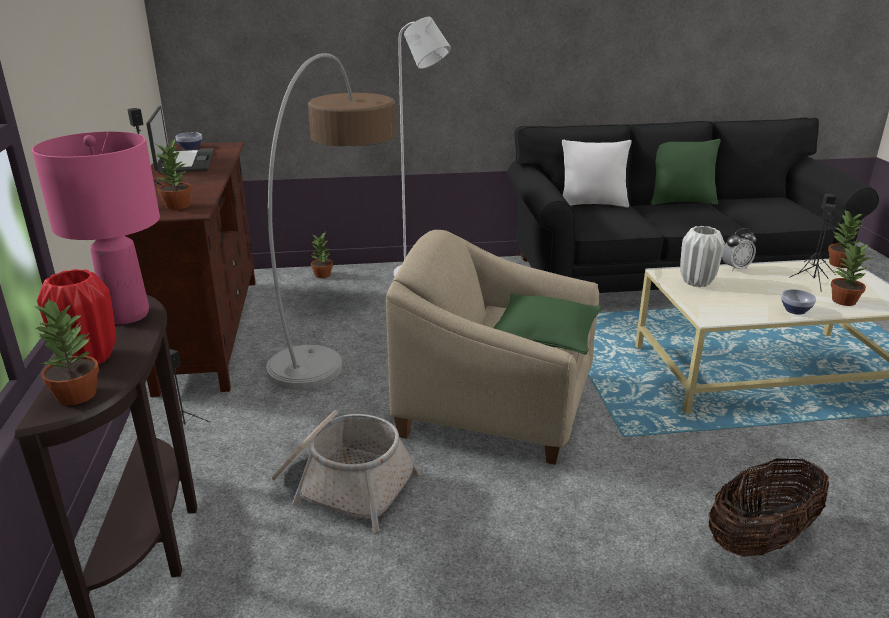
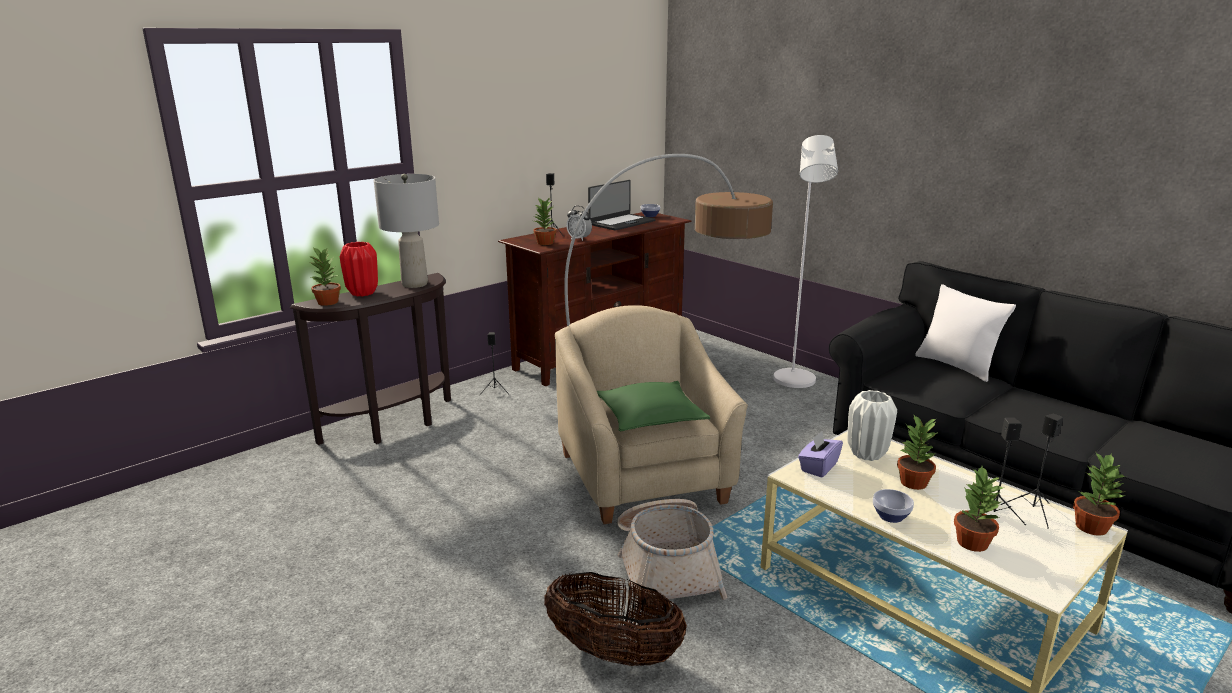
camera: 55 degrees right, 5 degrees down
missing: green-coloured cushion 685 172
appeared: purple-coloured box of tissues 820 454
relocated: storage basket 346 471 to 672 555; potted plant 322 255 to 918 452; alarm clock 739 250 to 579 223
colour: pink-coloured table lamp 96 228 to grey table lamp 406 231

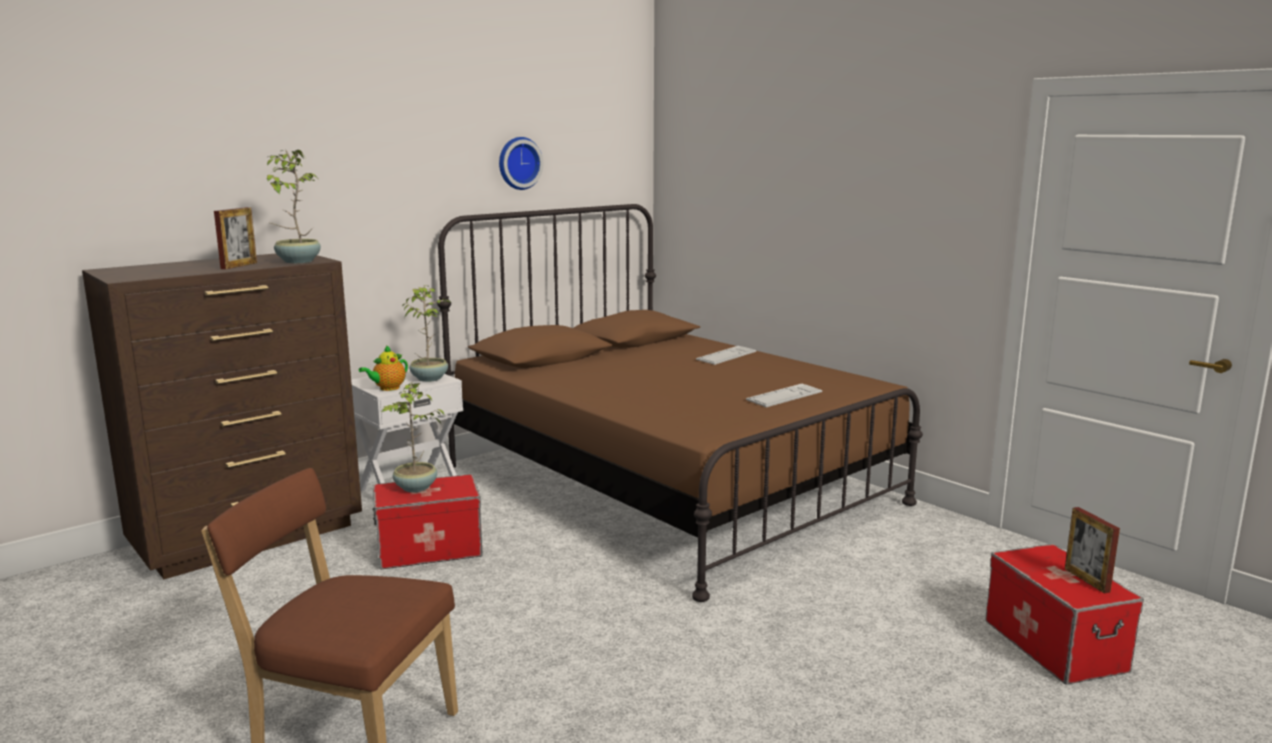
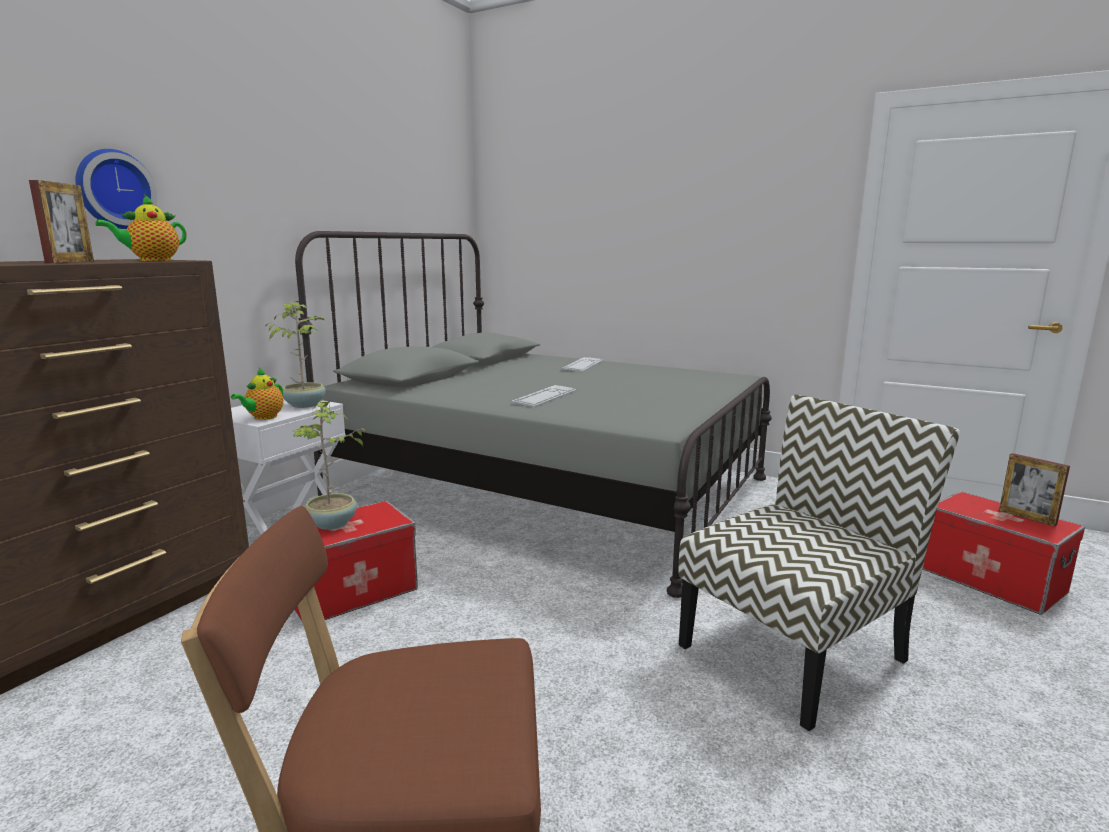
camera: 20 degrees left, 0 degrees up
appeared: upright chair 819 562
relocated: hanging clock 521 163 to 116 189; PC keyboard 784 395 to 544 396
exchanged: potted plant 294 206 to tea pot 140 228
colour: brownish bed 680 403 to grey bed 533 414

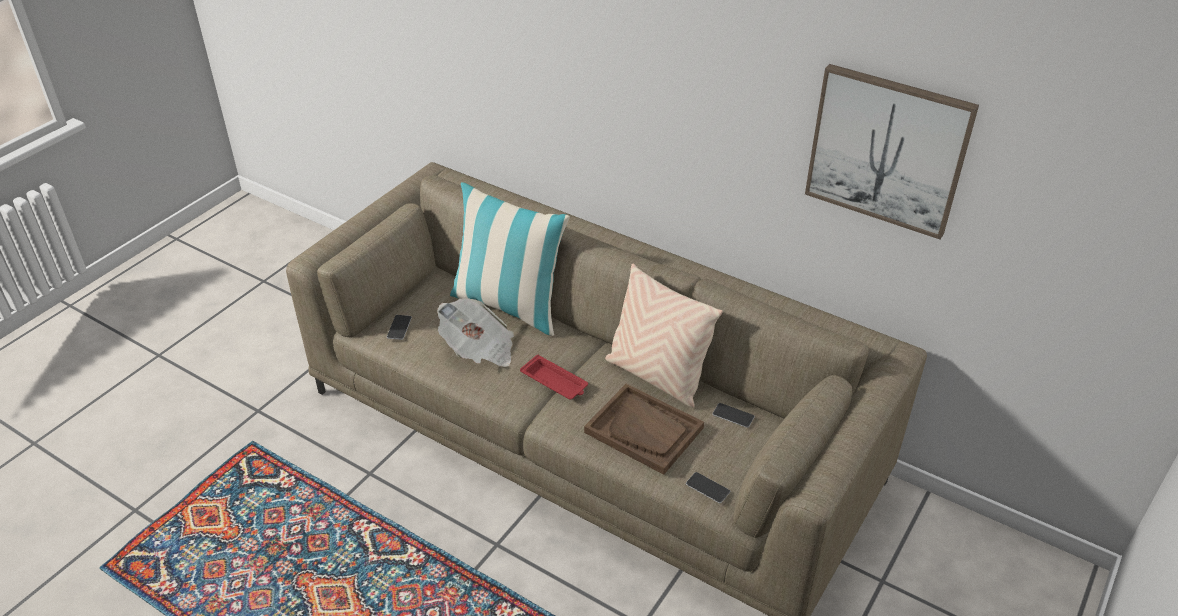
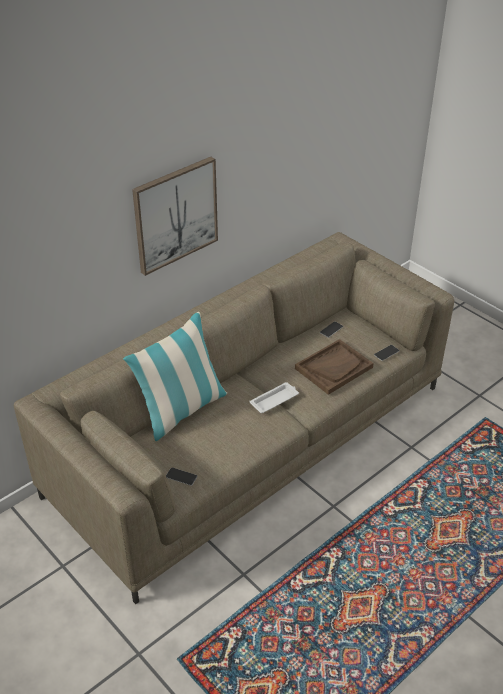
camera: 75 degrees left, 0 degrees up
missing: newspaper 475 332; beige cushion 664 336
relocated: picture 892 151 to 175 216
colour: red carrying tray 554 377 to white-coloured carrying tray 274 397

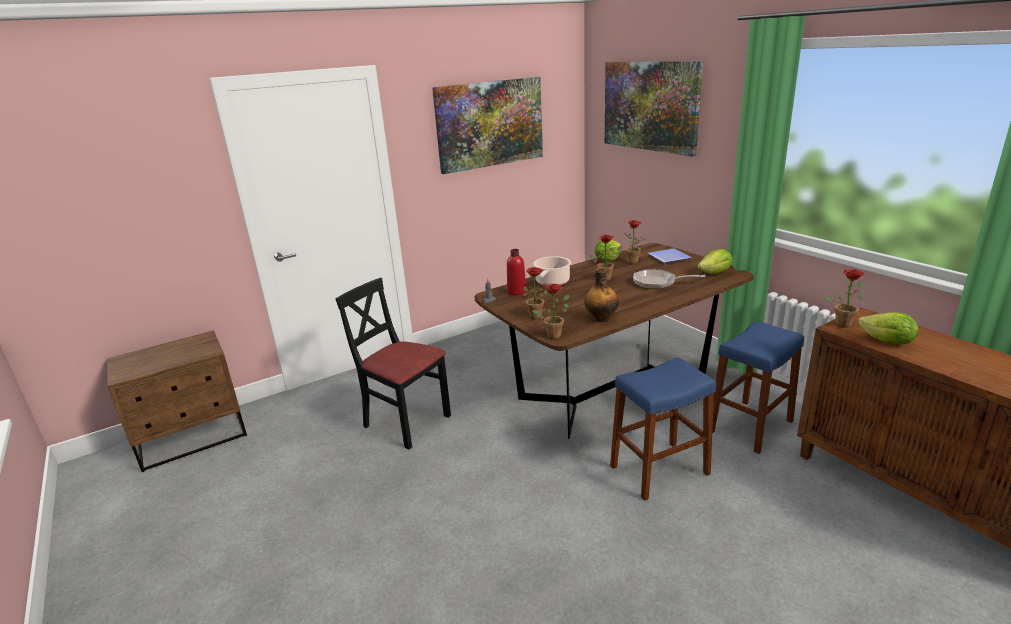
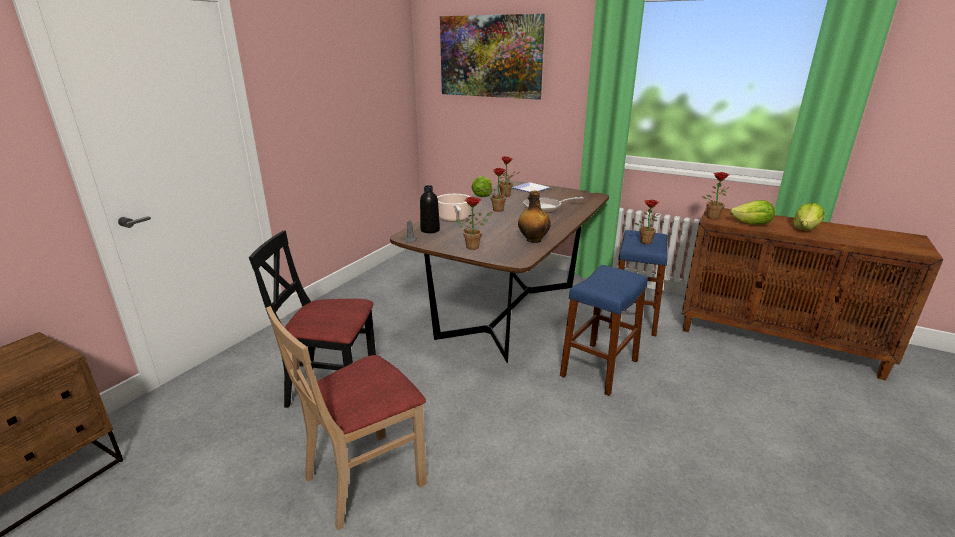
camera: 30 degrees left, 0 degrees up
missing: picture 487 125
appeared: beige upright chair 346 418
relocated: potted plant 550 311 to 647 222; head of lettuce 714 261 to 808 216
colour: red bottle 516 272 to black-coloured bottle 430 209

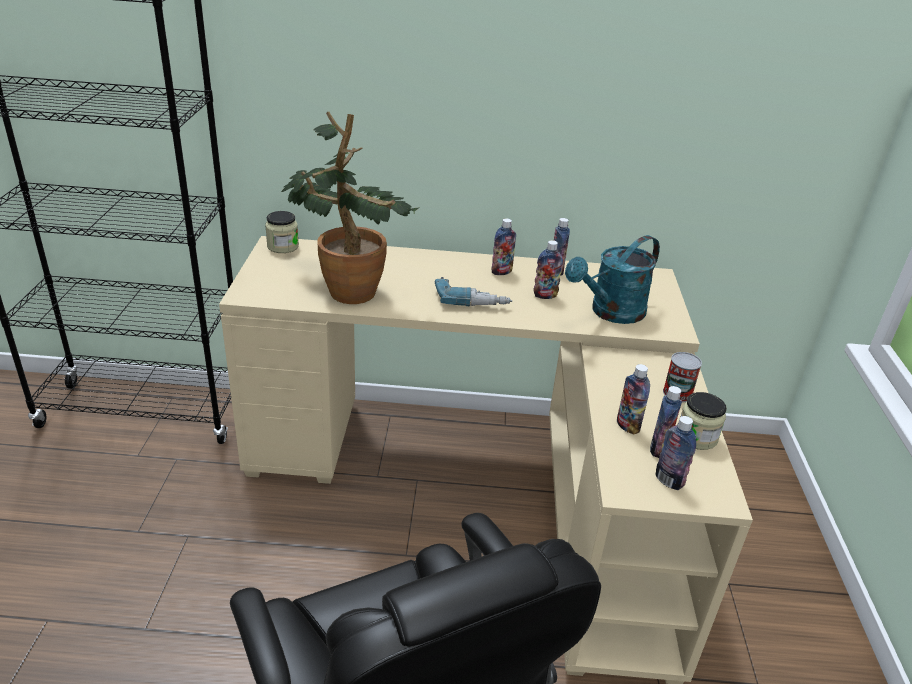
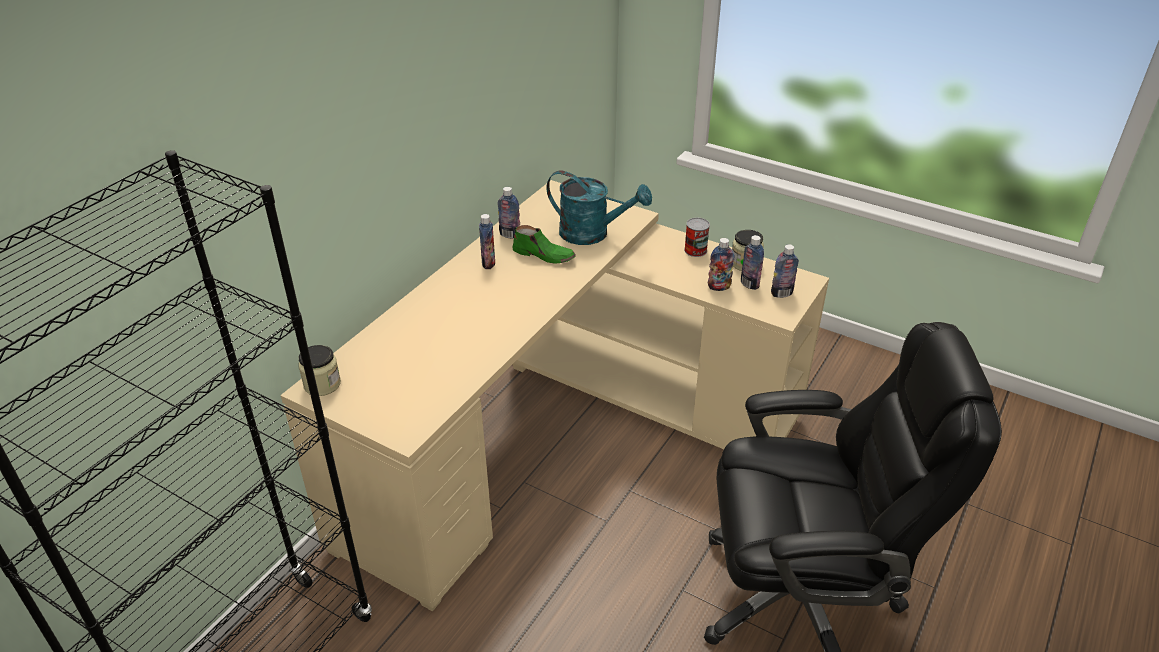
camera: 60 degrees left, 5 degrees up
missing: potted plant 350 208; electric drill 473 291
exchanged: bottle 548 269 to green-coloured low shoe 544 244
spun: turquoise watering can 612 279 = 599 208 60 degrees counterclockwise

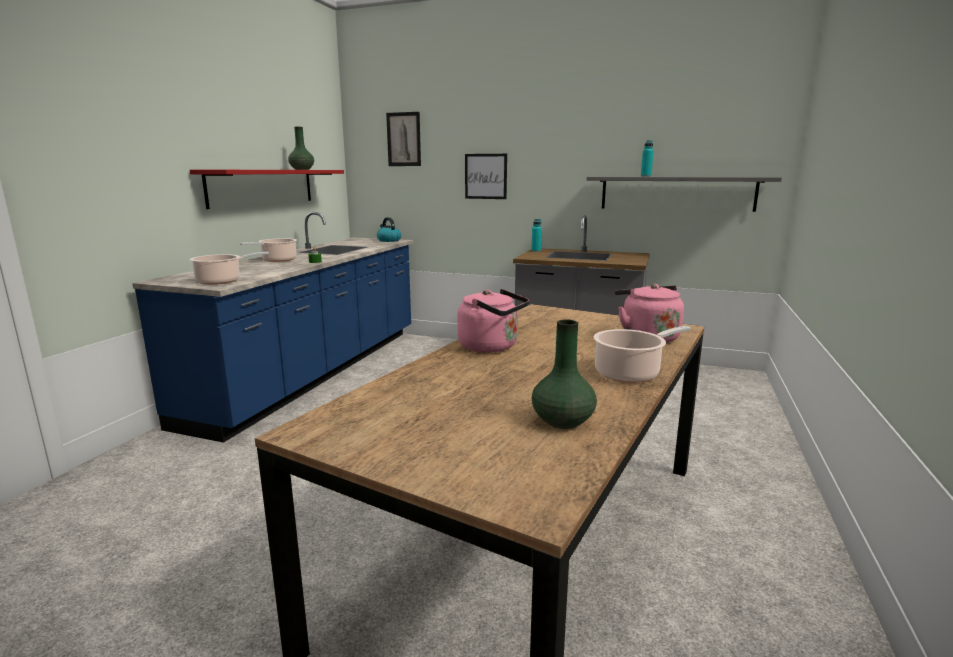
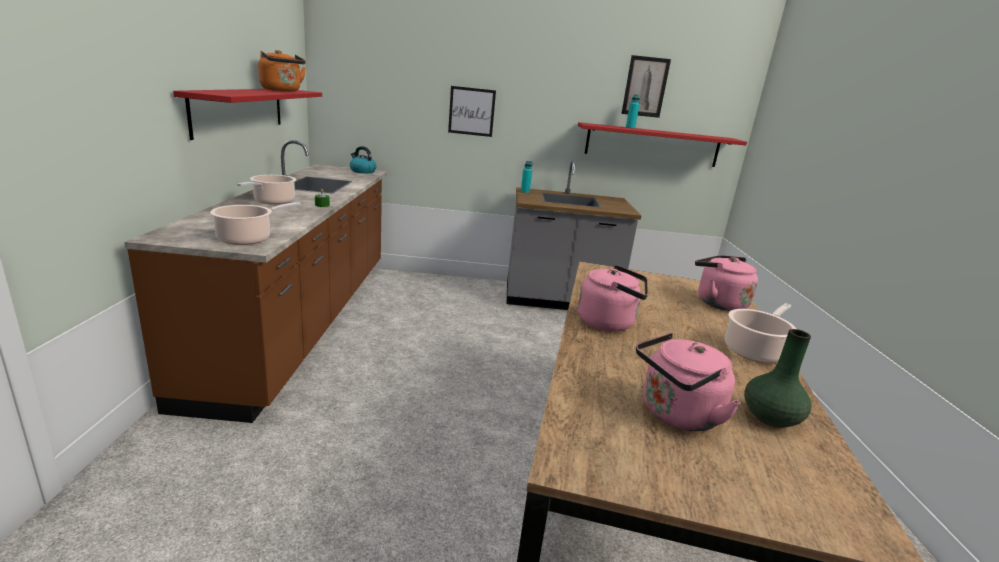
camera: 20 degrees left, 5 degrees up
appeared: pink-coloured kettle 688 382
relocated: picture 403 139 to 646 86
exchanged: green-coloured decorative vase 301 148 to orange-coloured kettle 282 71
colour: blue-coloured kitchen counter 272 327 to brownish kitchen counter 256 281; grey shelf 684 194 to red shelf 662 144

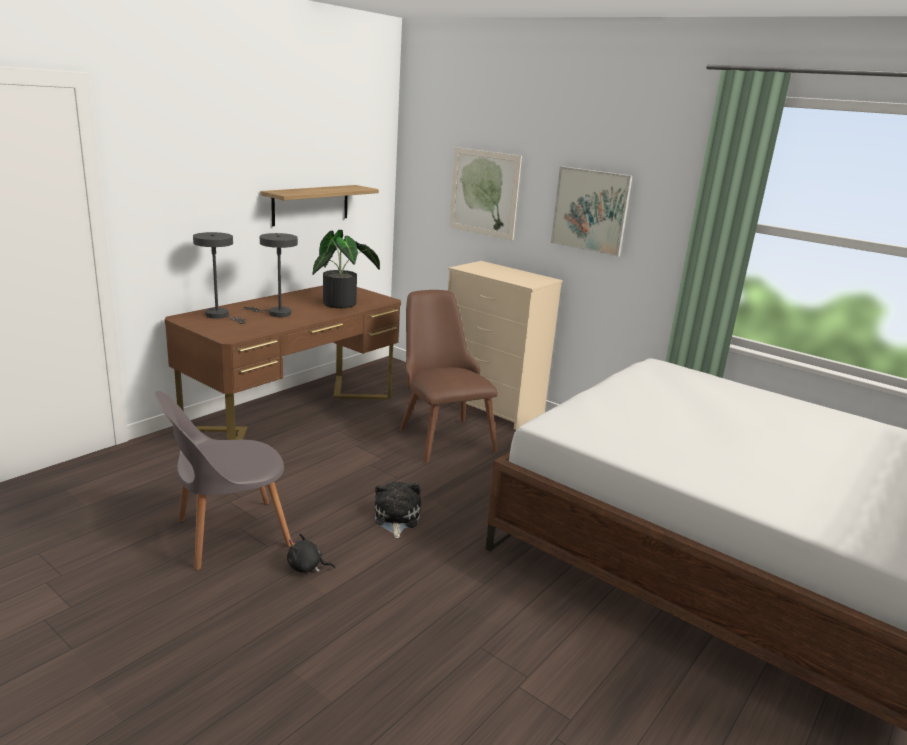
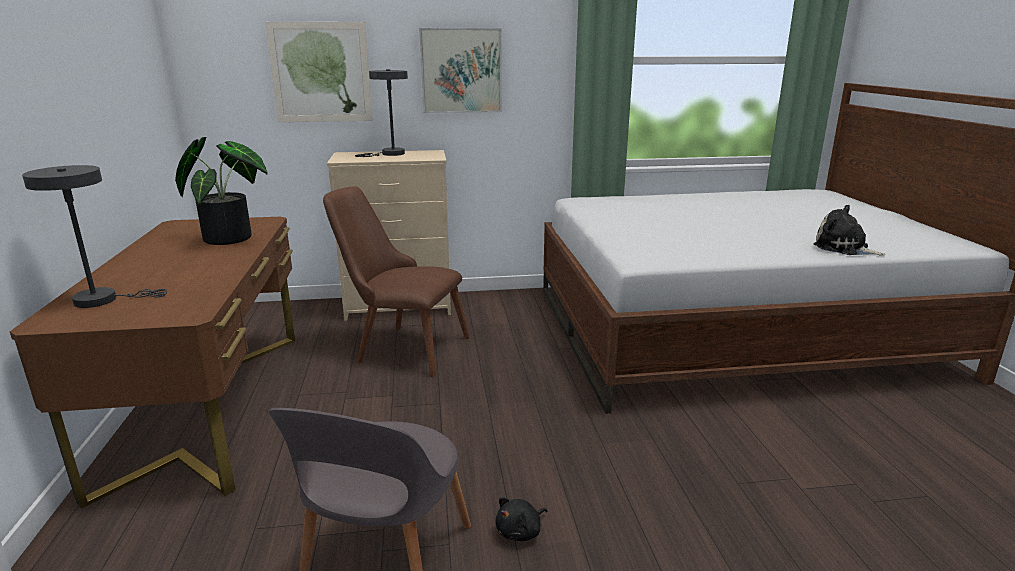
camera: 45 degrees left, 0 degrees up
missing: shelf 319 205
relocated: grey table lamp 271 275 to 381 113; plush toy 398 509 to 849 230

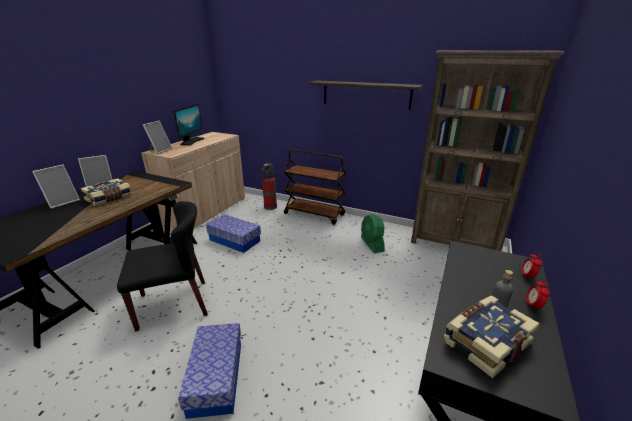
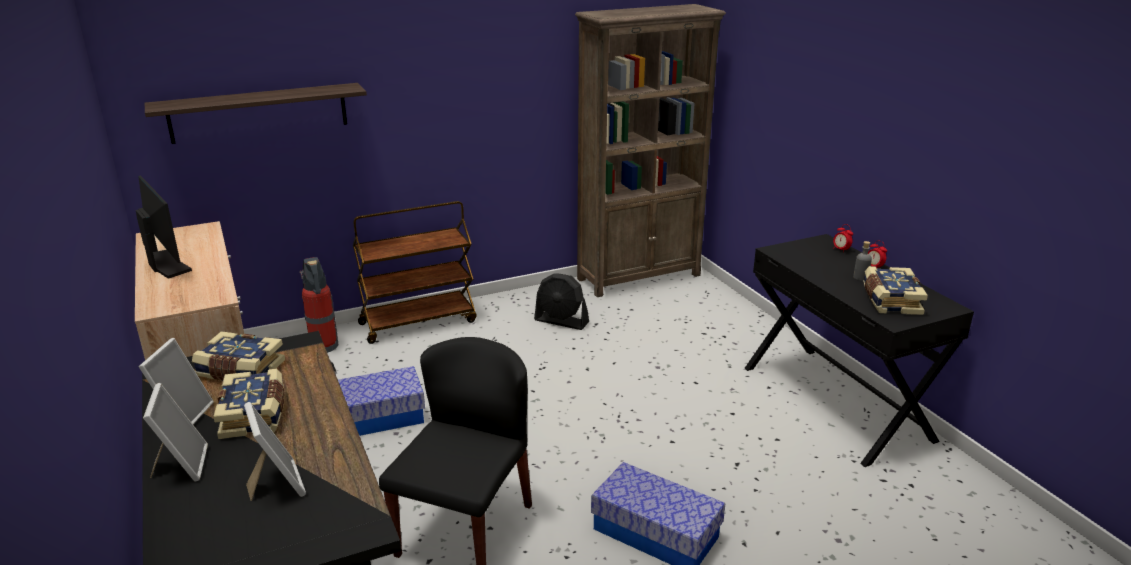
camera: 50 degrees left, 0 degrees up
appeared: volume 238 356
relocated: picture frame 158 137 to 275 451; shelf 365 95 to 256 113
colour: green-coloured electric fan 373 233 to black-coloured electric fan 561 301

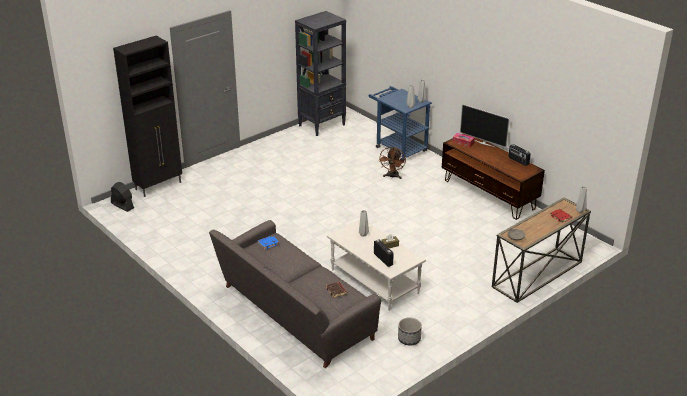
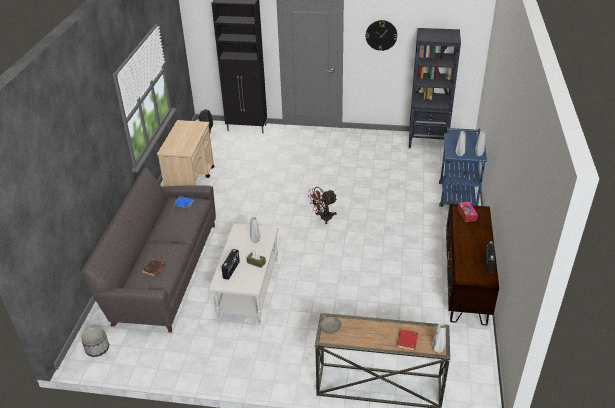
camera: 50 degrees right, 5 degrees up
missing: TV set 485 126
appeared: beige wheeled cart 185 153; hanging clock 381 35
relocated: brownish electric fan 392 163 to 323 205; plant pot 410 331 to 95 342

